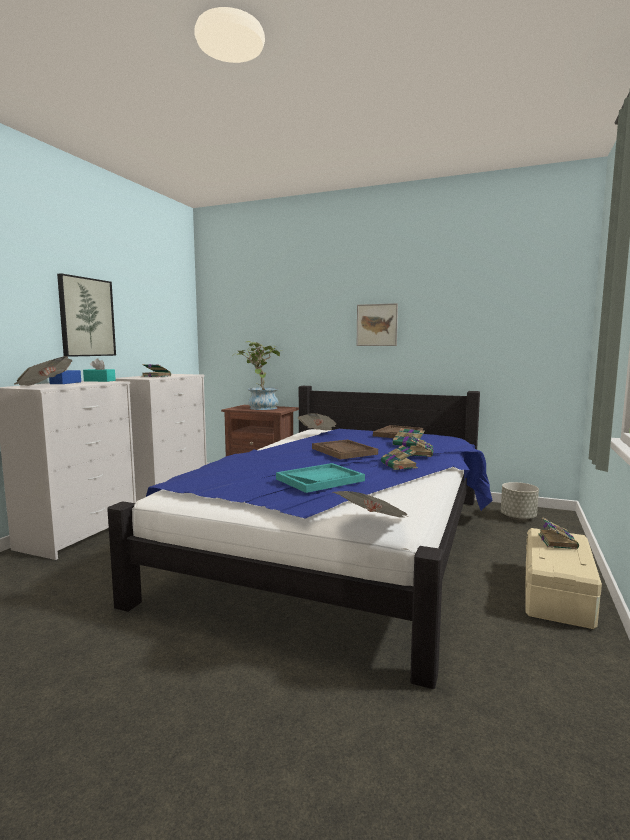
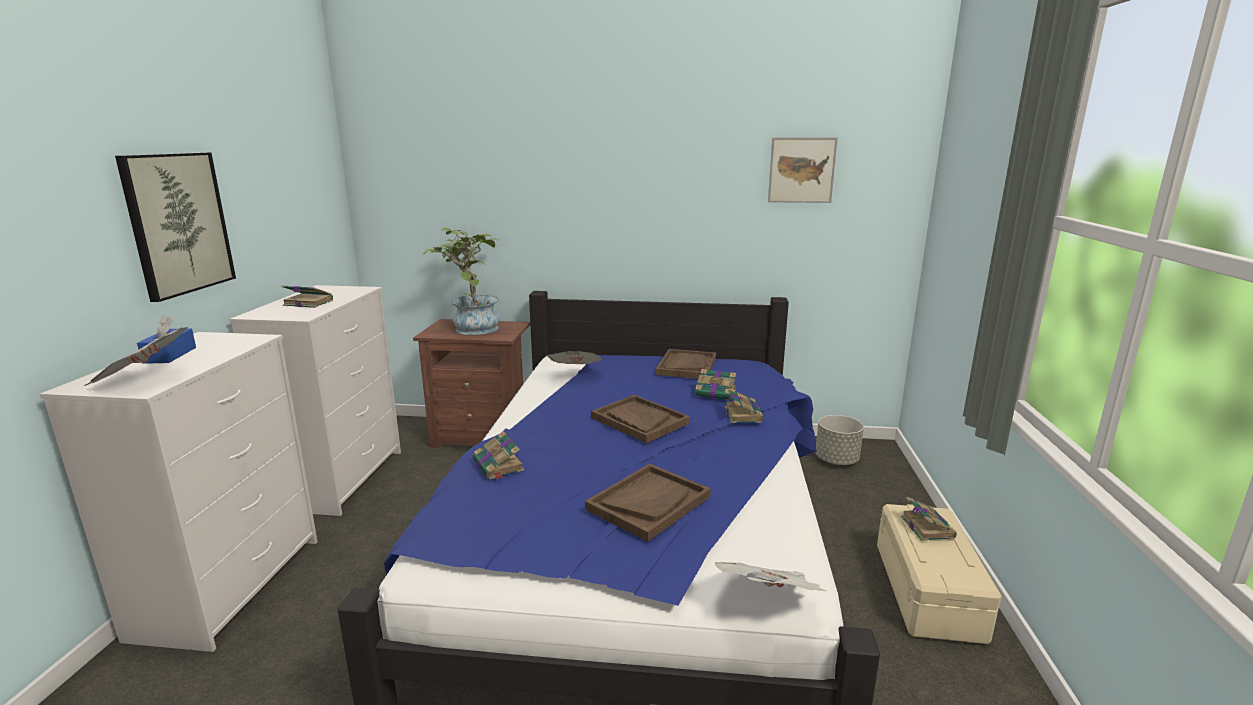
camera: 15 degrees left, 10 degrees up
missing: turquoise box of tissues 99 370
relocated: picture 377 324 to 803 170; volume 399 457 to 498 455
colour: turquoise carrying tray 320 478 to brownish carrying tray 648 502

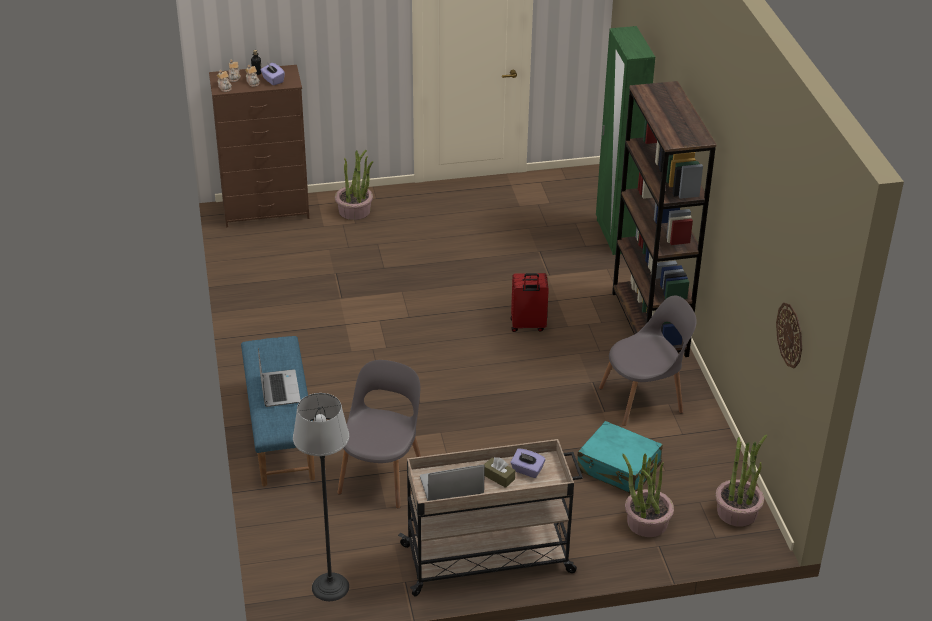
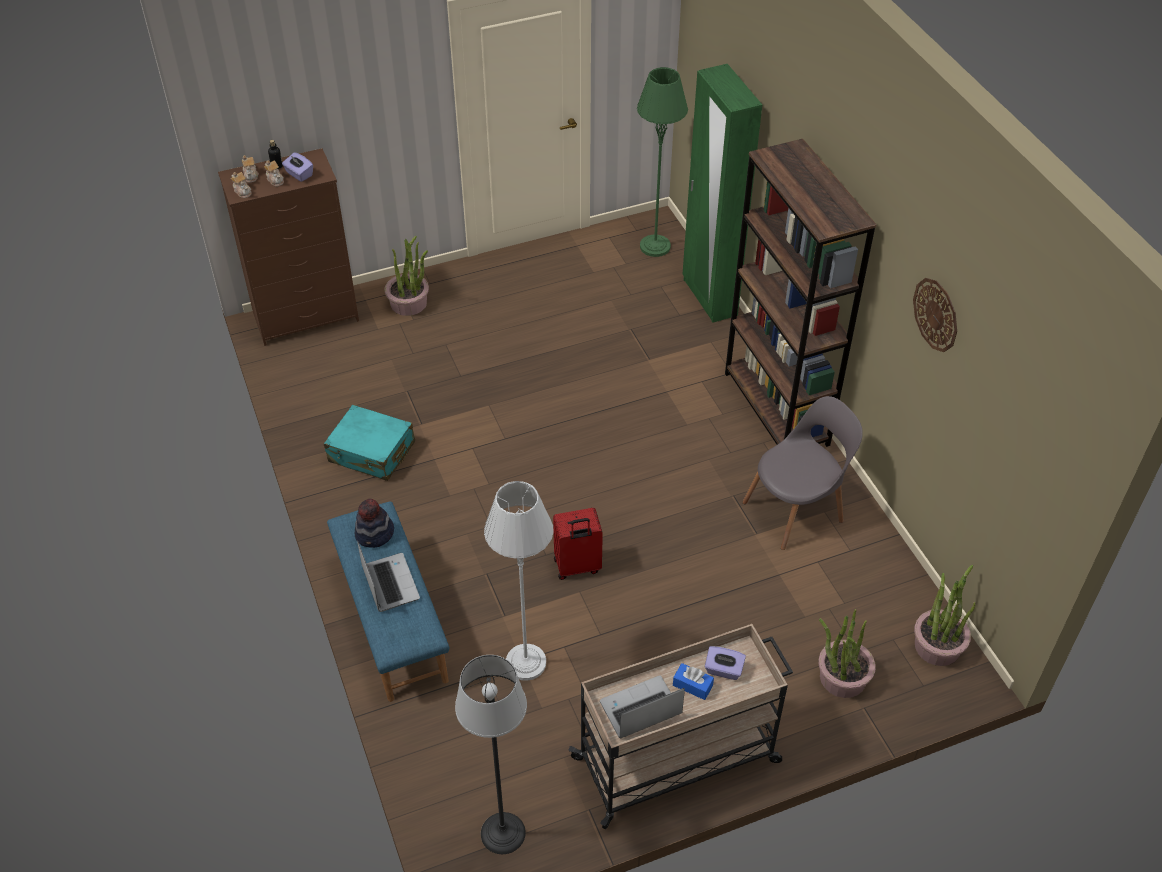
camera: 10 degrees left, 10 degrees up
appeared: wearable hat 374 523; green-coloured standard lamp 662 162
relocated: red travel case 529 302 to 578 544; turquoise travel case 620 457 to 369 443; hanging clock 789 335 to 935 315
exchanged: grey upright chair 379 434 to grey standard lamp 519 580
colour: brownish box of tissues 499 472 to blue-coloured box of tissues 693 681

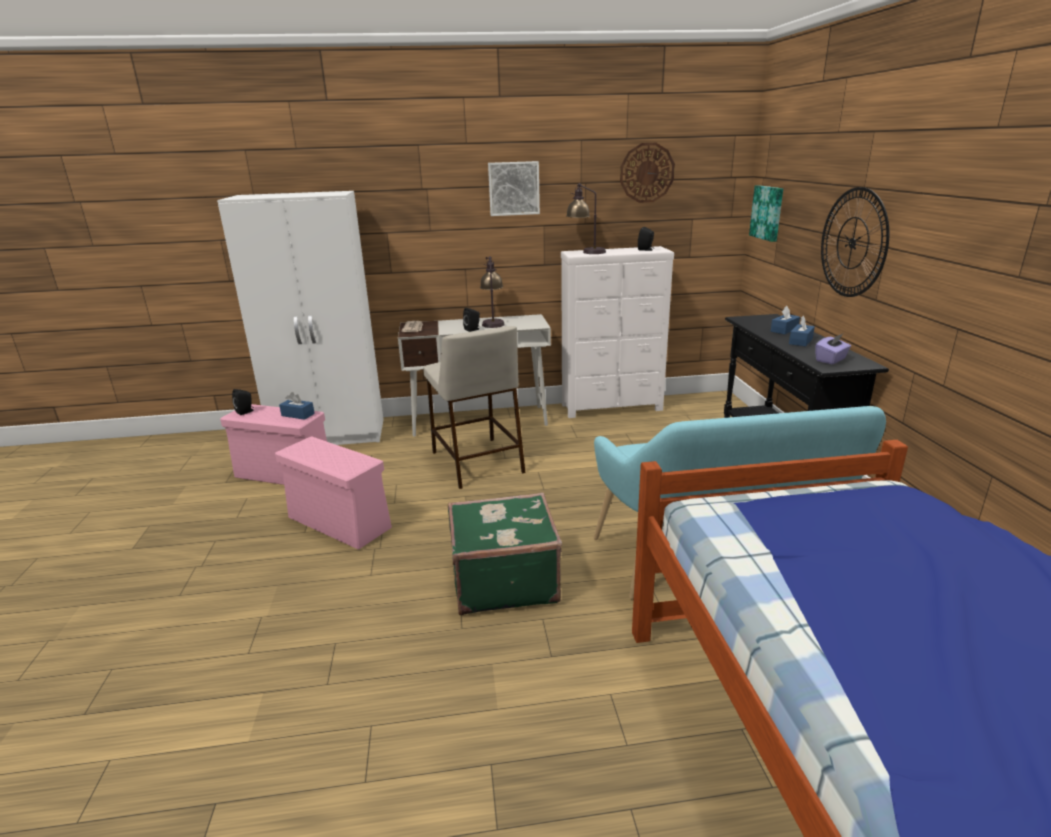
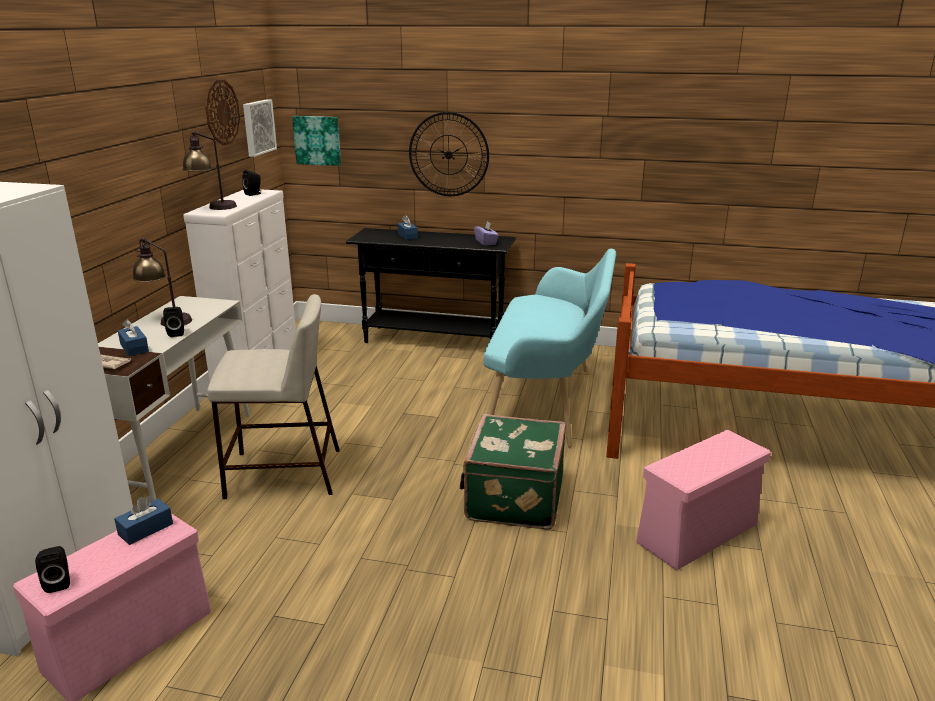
camera: 70 degrees left, 0 degrees up
relocated: pink-coloured storage bin 333 493 to 703 500; picture 514 188 to 260 128; blue-coloured box of tissues 802 331 to 133 338

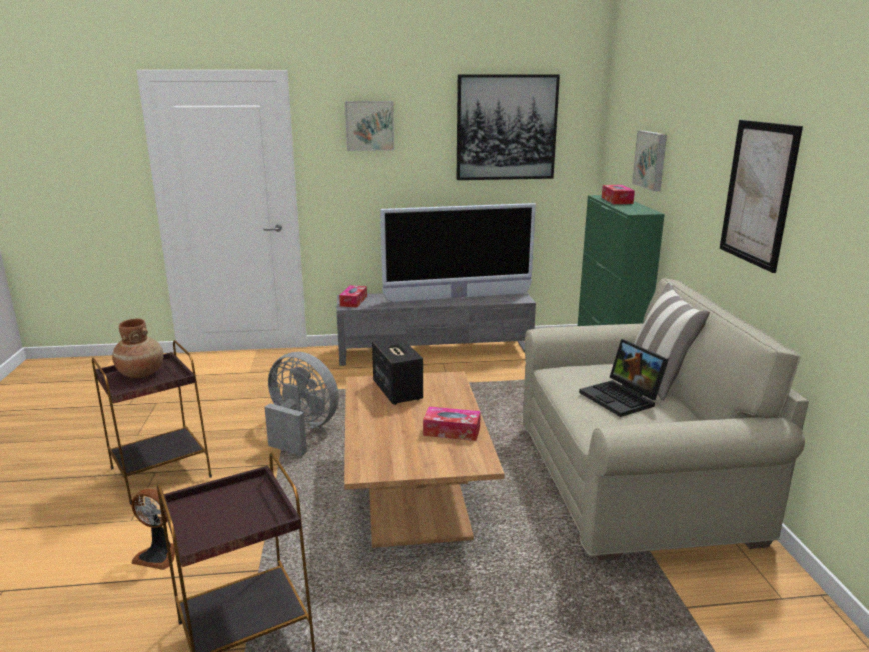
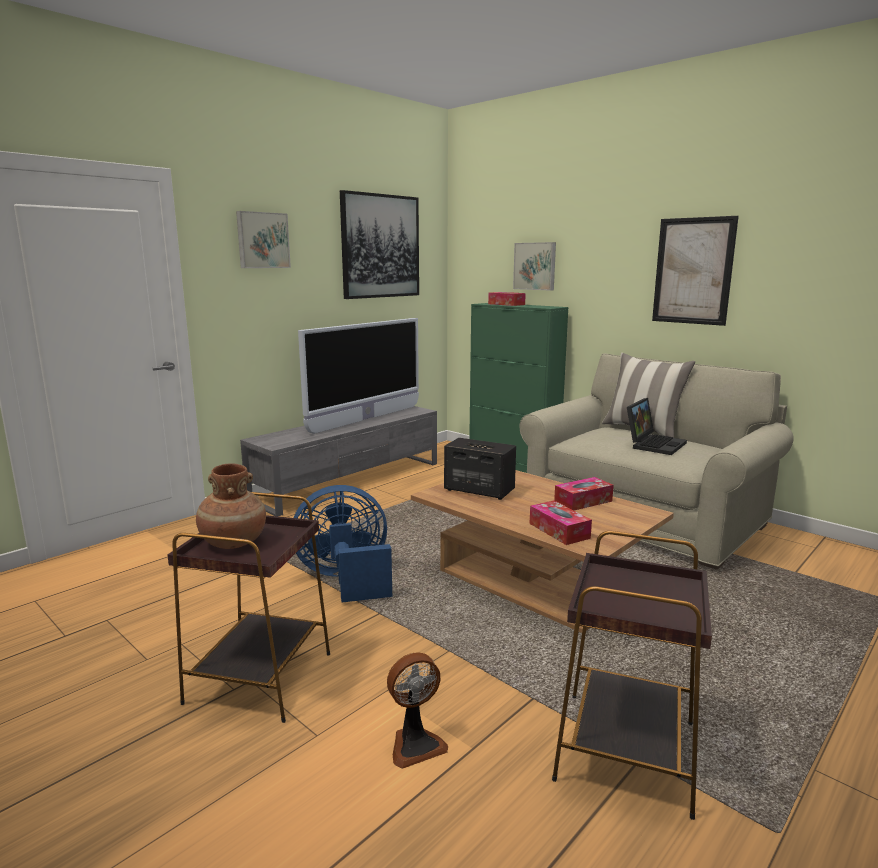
camera: 40 degrees left, 5 degrees down
relocated: box of tissues 353 296 to 561 523
colour: grey electric fan 301 404 to blue-coloured electric fan 343 543
spun: portable computer 624 378 = 657 426 75 degrees counterclockwise

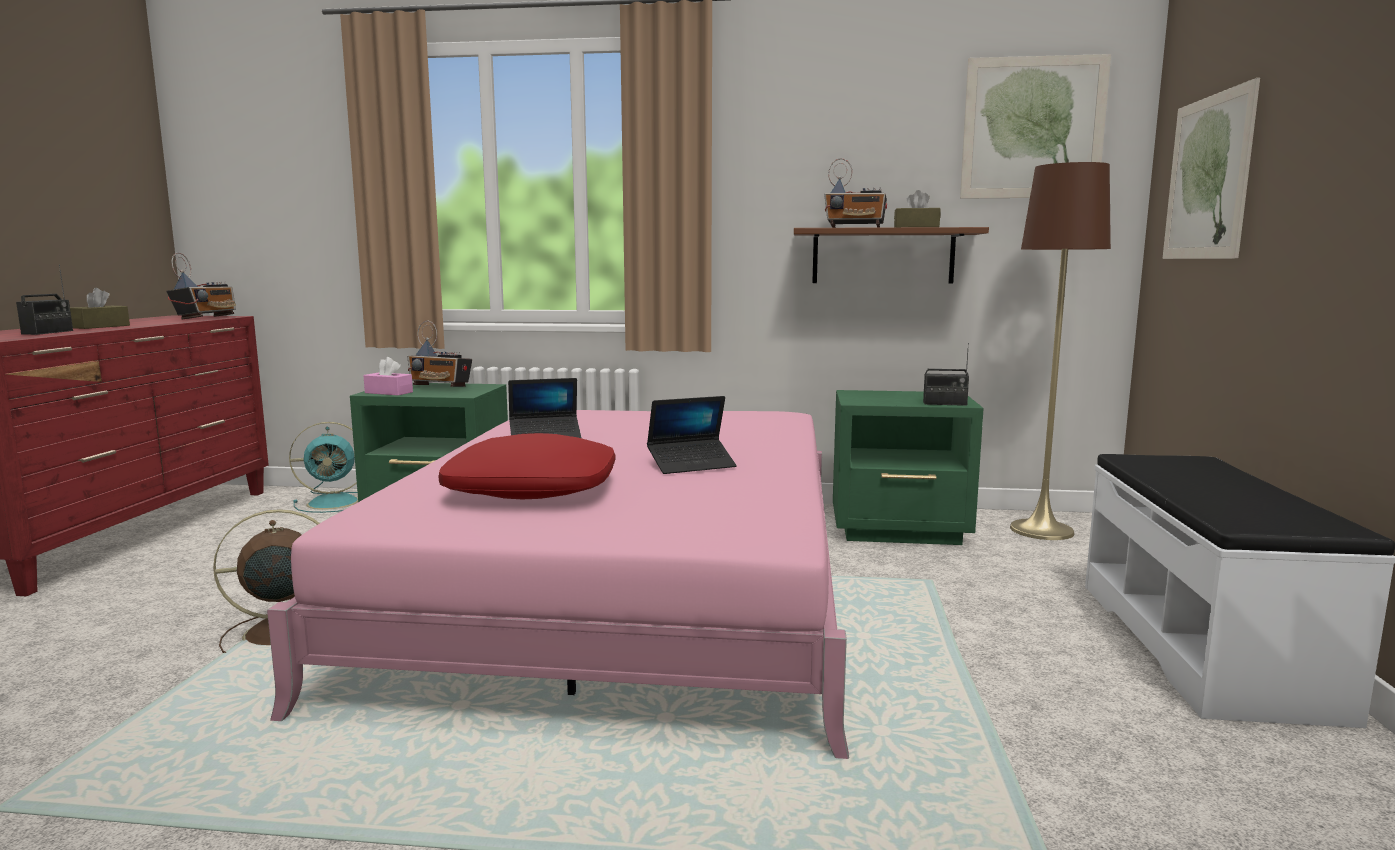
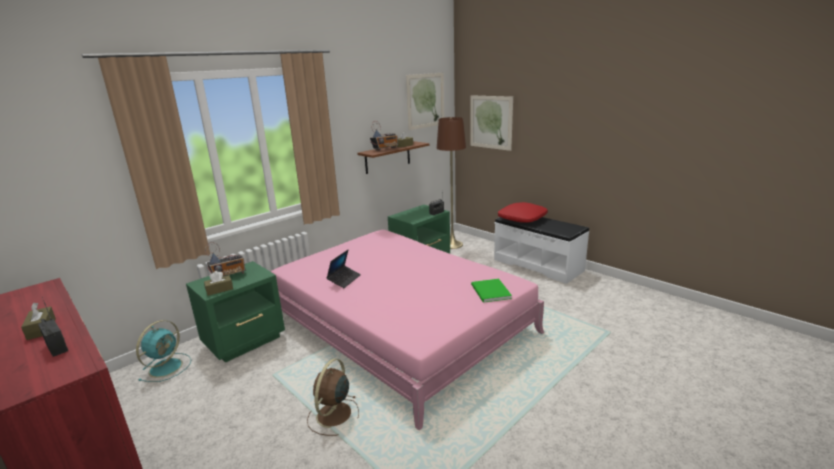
camera: 50 degrees left, 10 degrees up
missing: radio receiver 201 286; portable computer 692 435
appeared: green-coloured volume 491 291
relocated: red cushion 527 466 to 523 212
colour: pink-coloured box of tissues 388 376 to brownish box of tissues 218 283

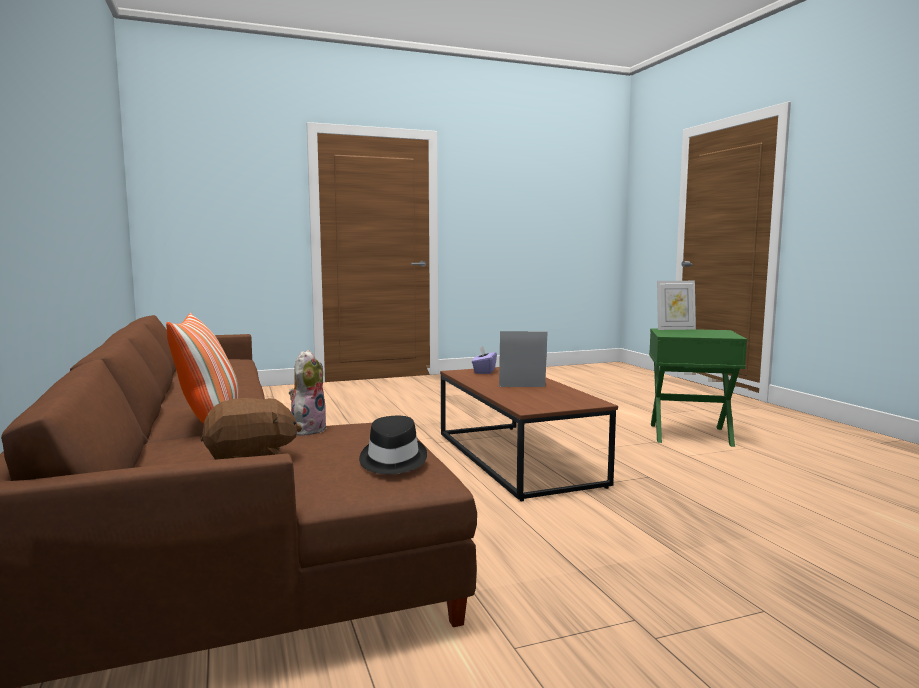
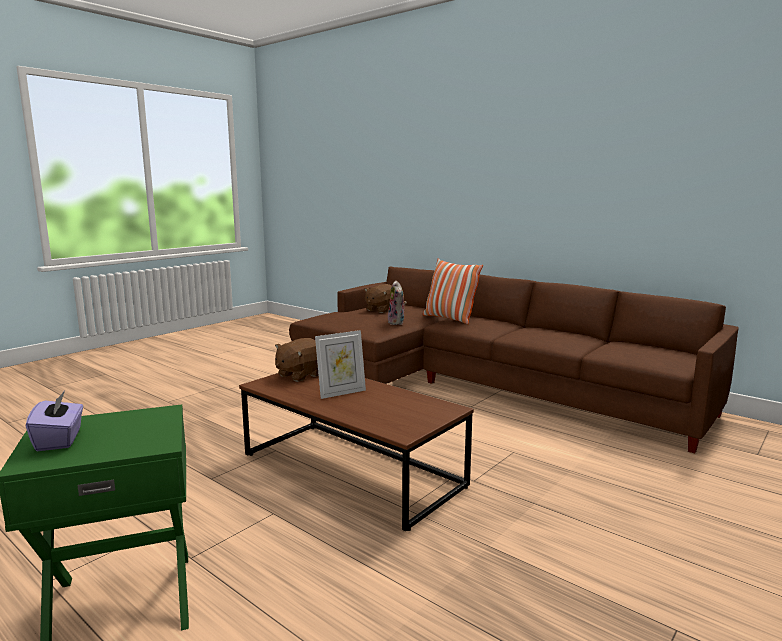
camera: 150 degrees right, 5 degrees up
missing: black-coloured wearable hat 393 445; picture frame 676 305
appeared: brownish plush toy 297 360
relocated: purple-coloured box of tissues 484 360 to 54 421

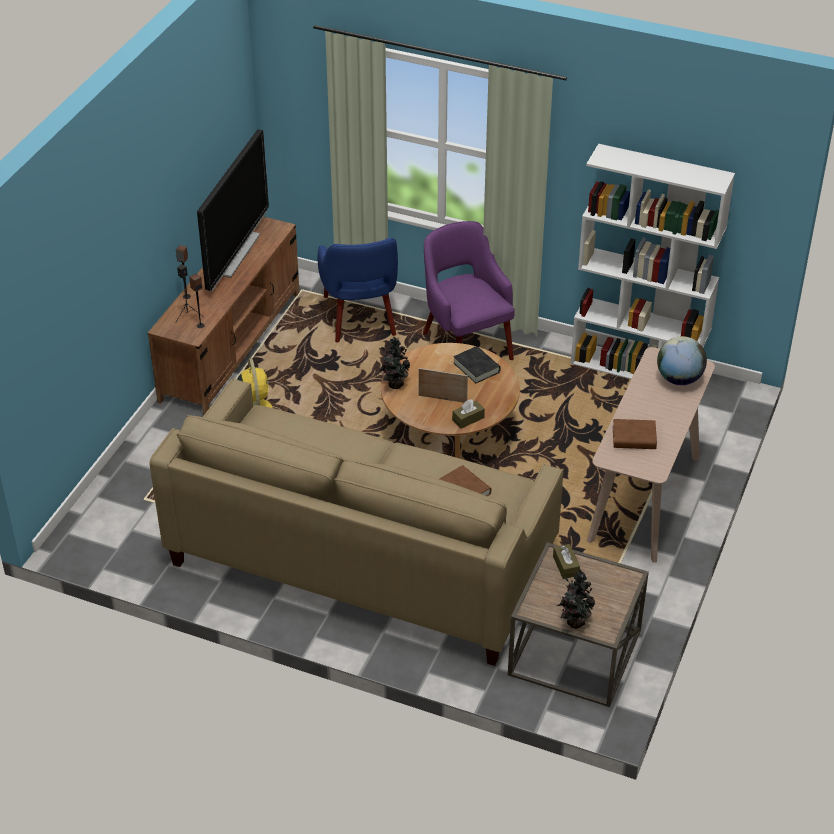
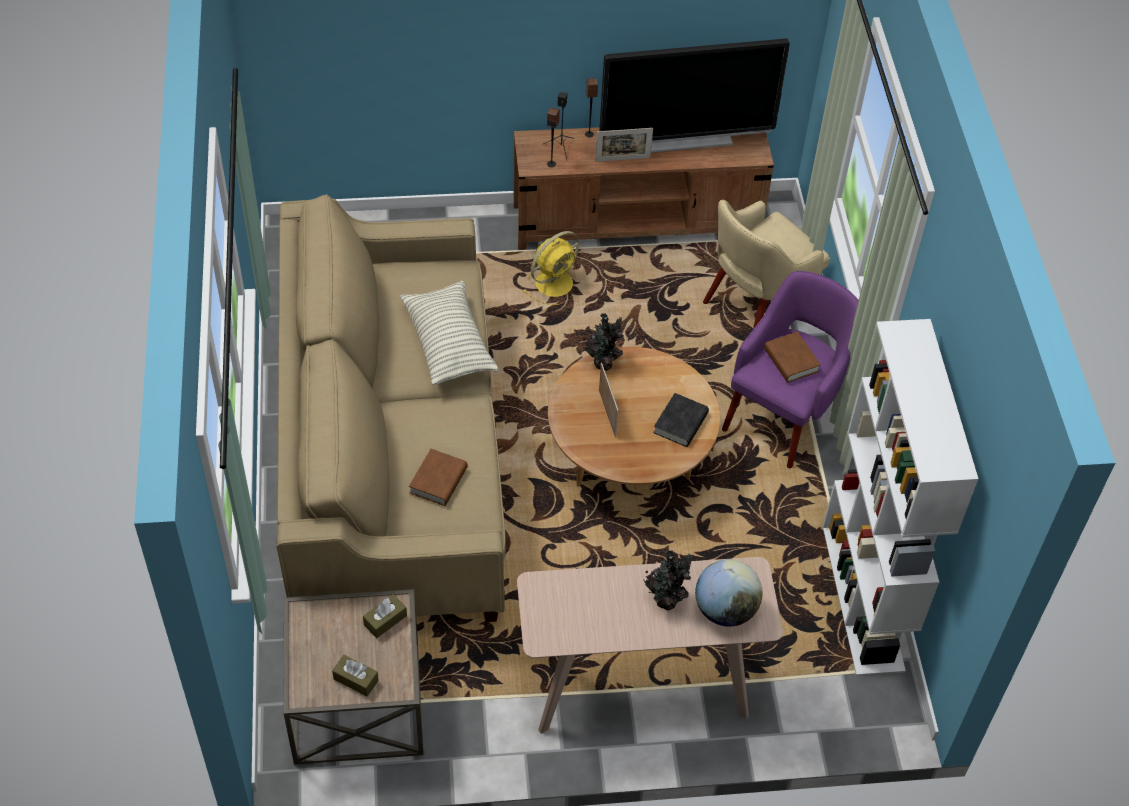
camera: 60 degrees right, 10 degrees up
appeared: cushion 449 333; picture frame 624 145
relocated: brownish box of tissues 468 413 to 355 675; potted plant 576 599 to 668 580; brownish volume 635 434 to 792 357
colour: blue-coloured easy chair 358 290 to beige easy chair 766 264

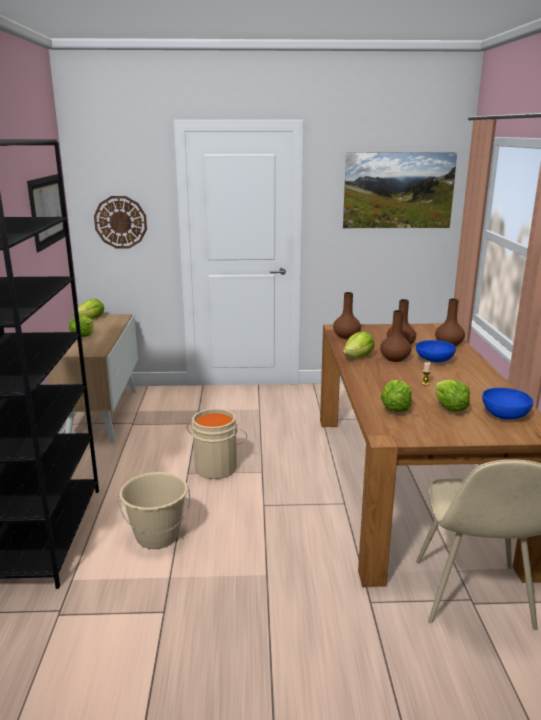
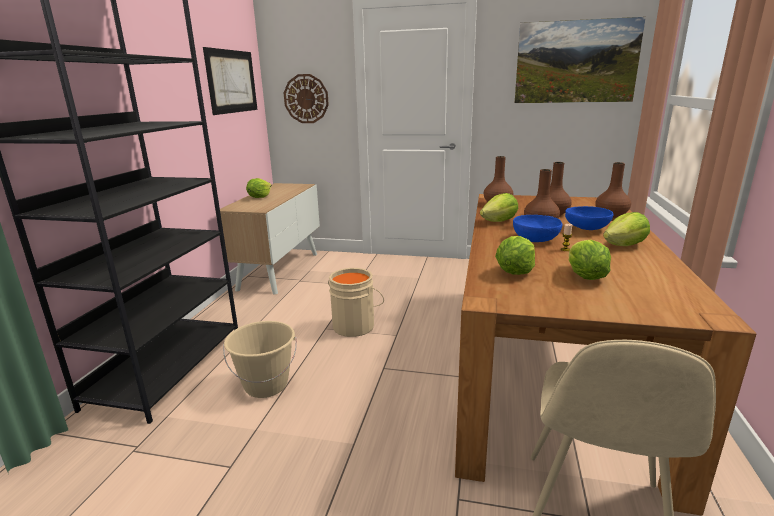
camera: 15 degrees right, 0 degrees up
relocated: head of lettuce 88 309 to 626 229; blue-coloured serving bowl 507 404 to 538 228

